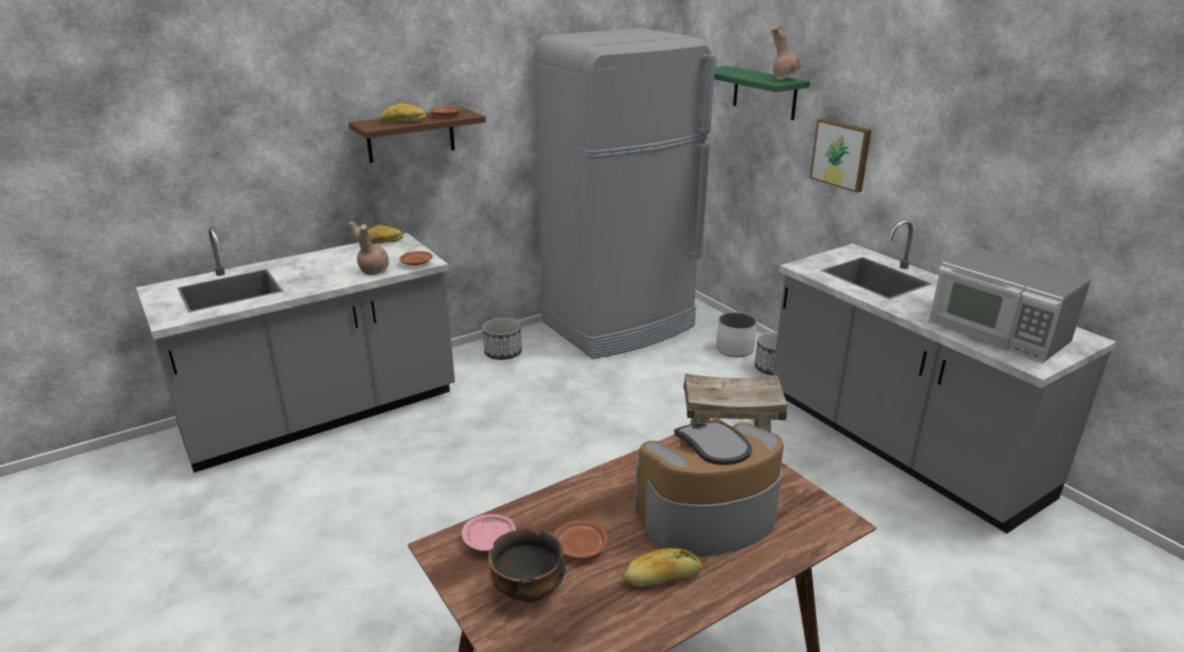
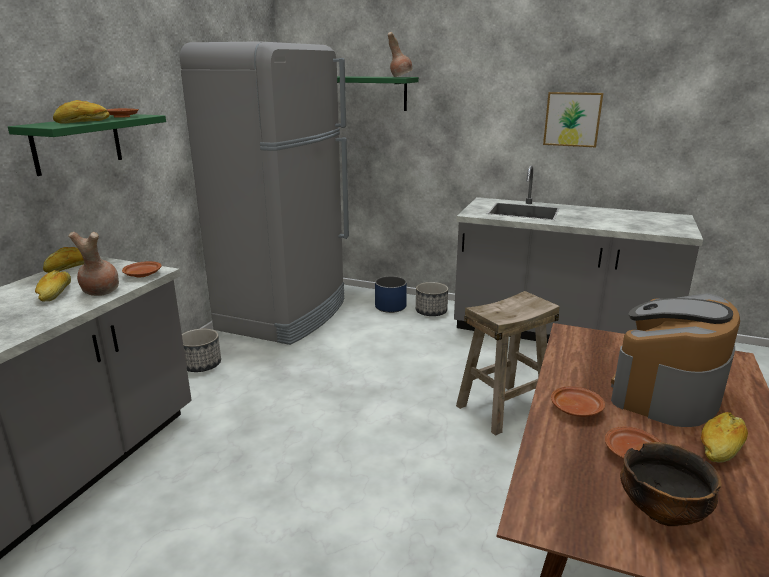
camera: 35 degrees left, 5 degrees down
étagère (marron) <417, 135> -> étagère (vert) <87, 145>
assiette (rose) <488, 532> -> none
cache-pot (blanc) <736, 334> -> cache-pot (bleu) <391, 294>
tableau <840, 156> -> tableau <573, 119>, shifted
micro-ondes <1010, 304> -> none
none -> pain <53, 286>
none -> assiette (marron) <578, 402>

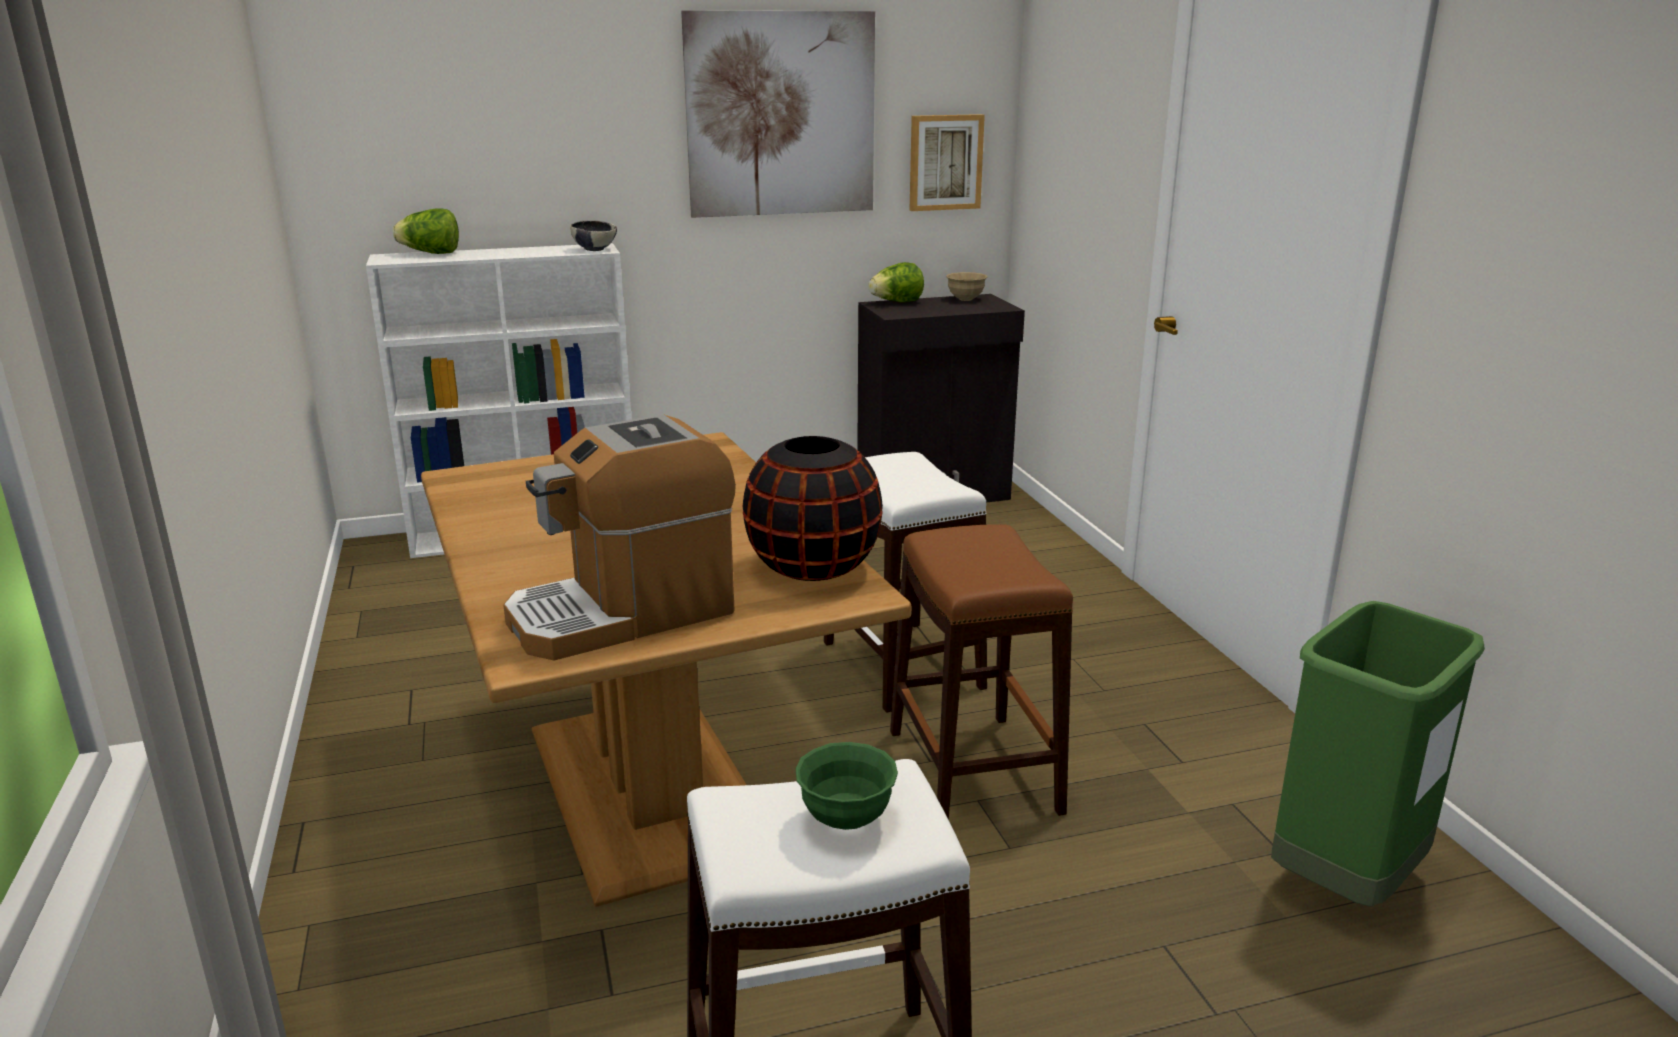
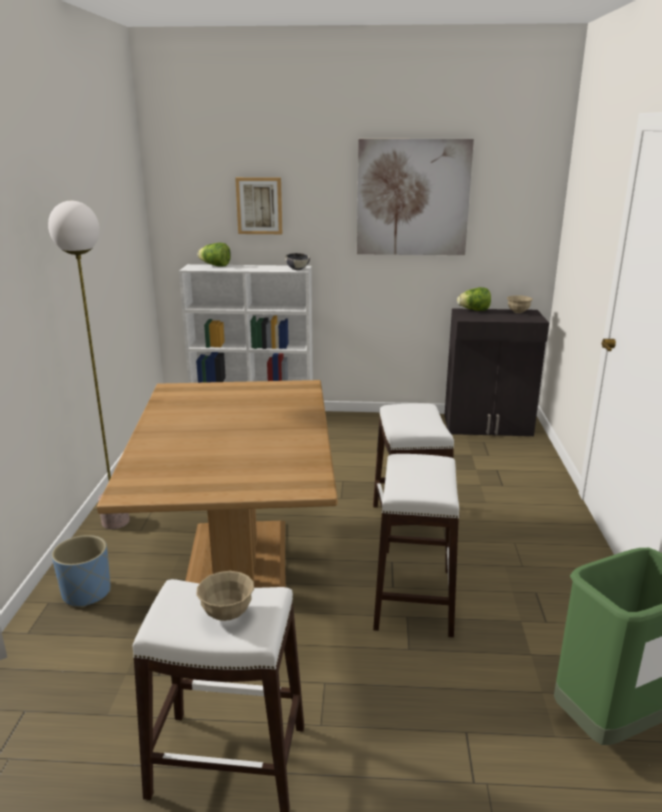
camera: 20 degrees right, 0 degrees up
machine à café <619, 537> -> none
vase (noir) <813, 508> -> none
bol (vert) <847, 786> -> bol (beige) <225, 596>
tabouret (marron) <981, 672> -> tabouret (blanc) <416, 545>
tableau <947, 162> -> tableau <258, 205>, shifted
none -> lampadaire <89, 365>
none -> cache-pot (bleu) <81, 571>

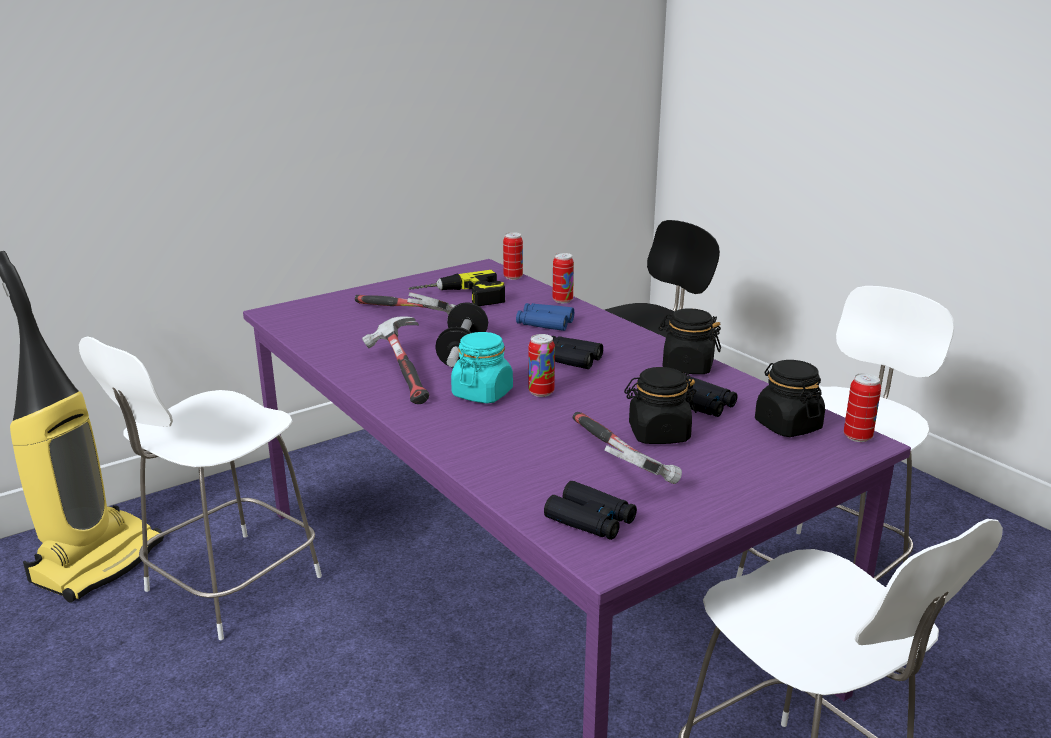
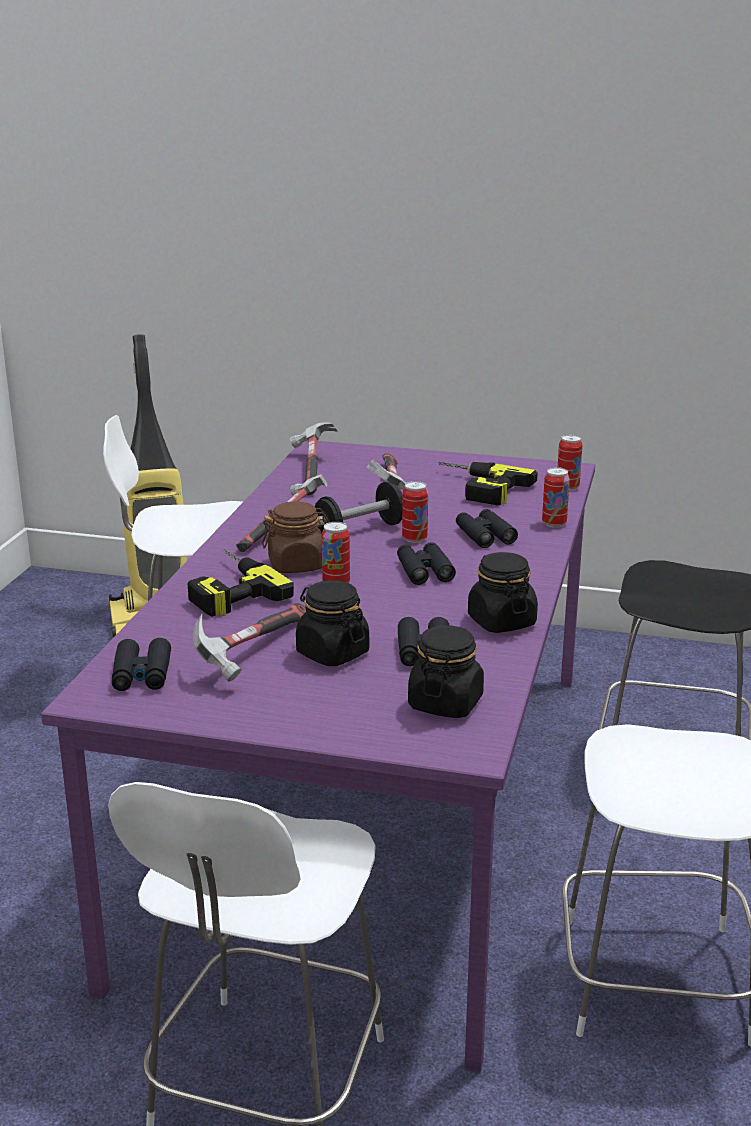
camera: 50 degrees right, 0 degrees up
bocal (turquoise) <482, 367> -> bocal (marron) <295, 537>
jumelles (bleu) <545, 317> -> jumelles (noir) <487, 528>
boîte métallique <862, 407> -> boîte métallique <415, 512>, shifted
none -> perceuse <241, 583>
none -> marteau <314, 458>

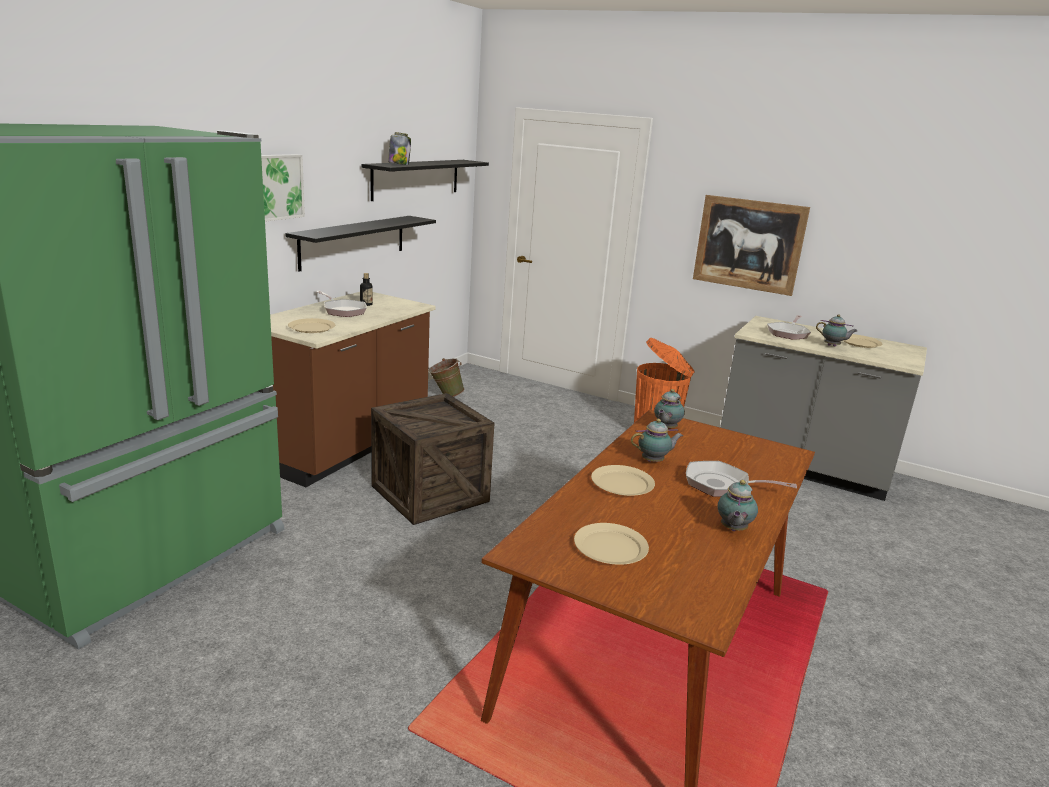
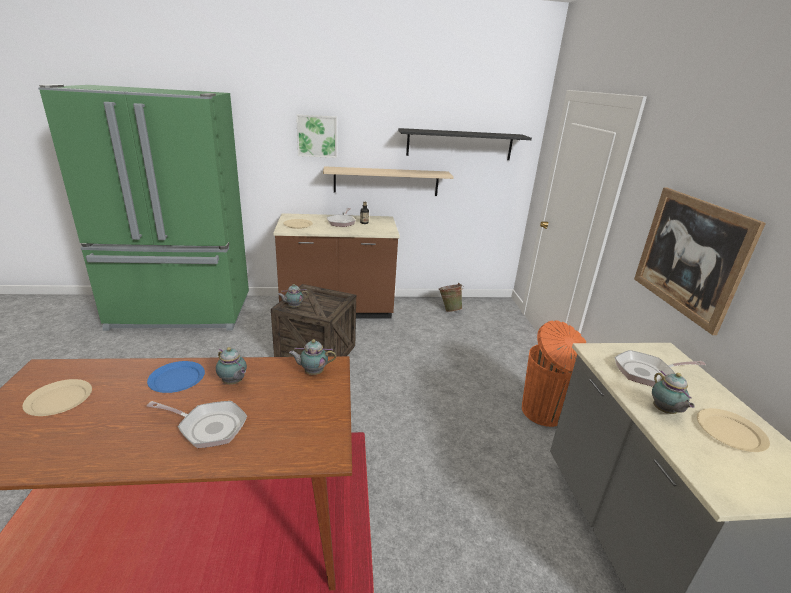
camera: 55 degrees right, 5 degrees up
étagère (noir) <361, 244> -> étagère (beige) <388, 181>
bocal <399, 148> -> none
assiette (beige) <623, 480> -> assiette (bleu) <176, 377>
poêle <741, 479> -> poêle <197, 424>, 120 degrees clockwise
théière <738, 505> -> théière <293, 295>, shifted

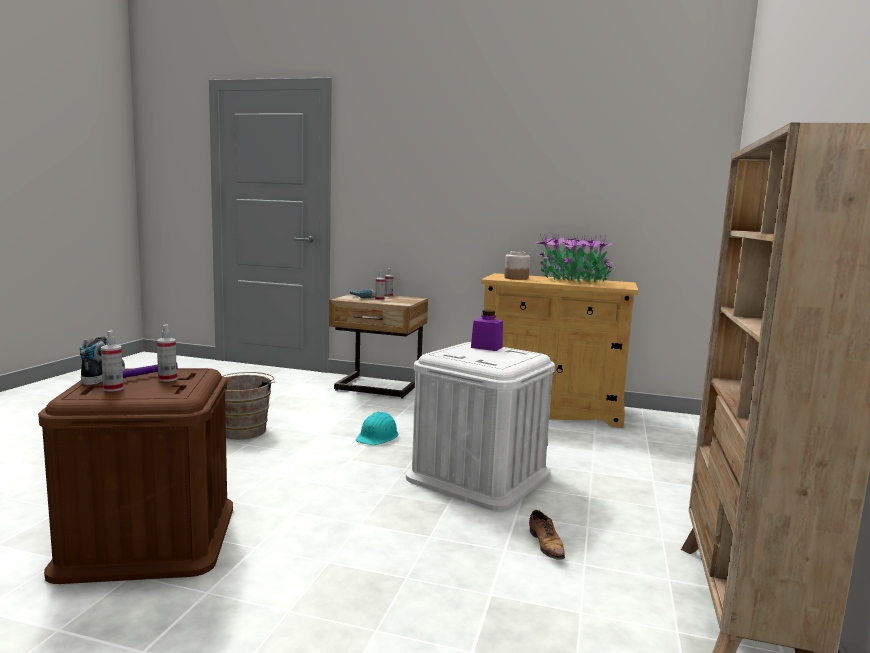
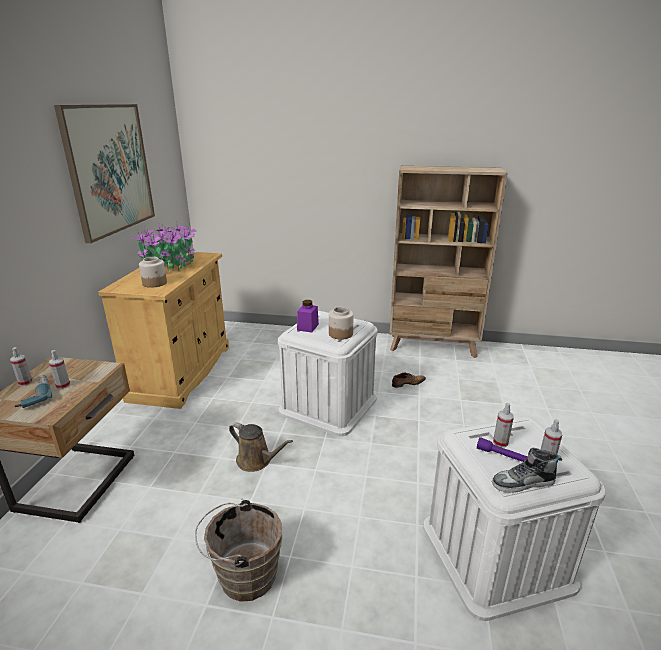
camera: 95 degrees left, 15 degrees up
boîte de rangement (marron) <135, 476> -> boîte de rangement (blanc) <514, 519>
casque de chantier (turquoise) <377, 428> -> arrosoir (marron) <261, 447>
none -> tableau <104, 173>
none -> bocal <341, 323>

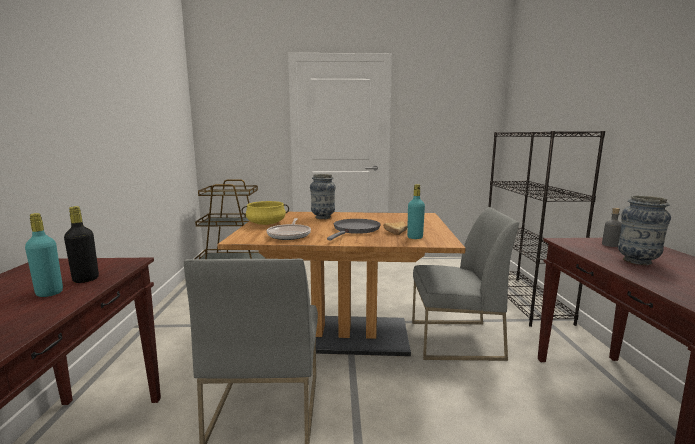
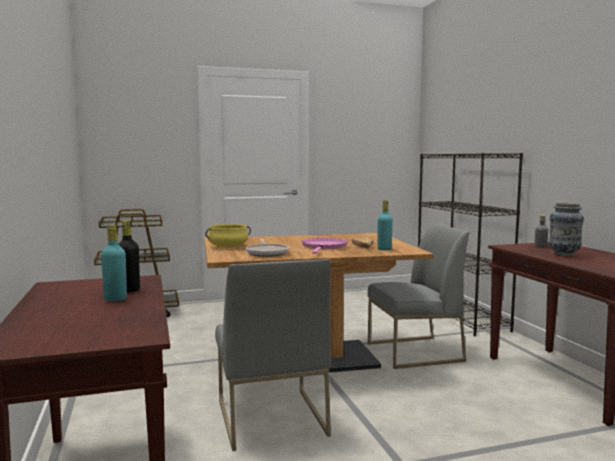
camera: 15 degrees left, 5 degrees down
vase <323, 196> -> none
poêle (gris) <354, 229> -> poêle (rose) <325, 246>

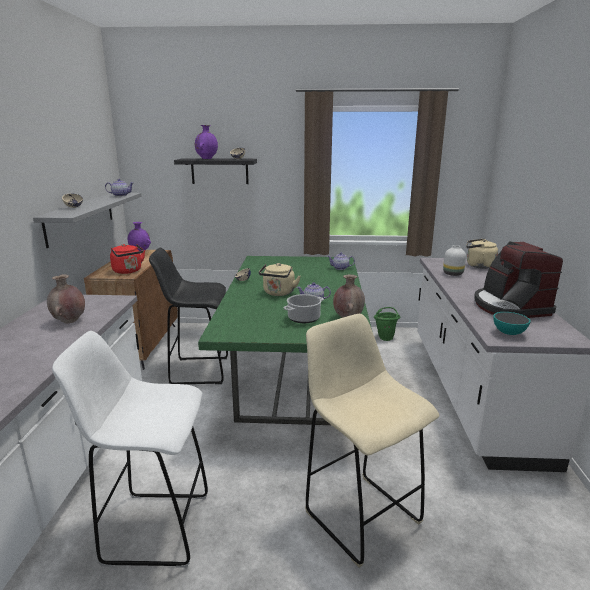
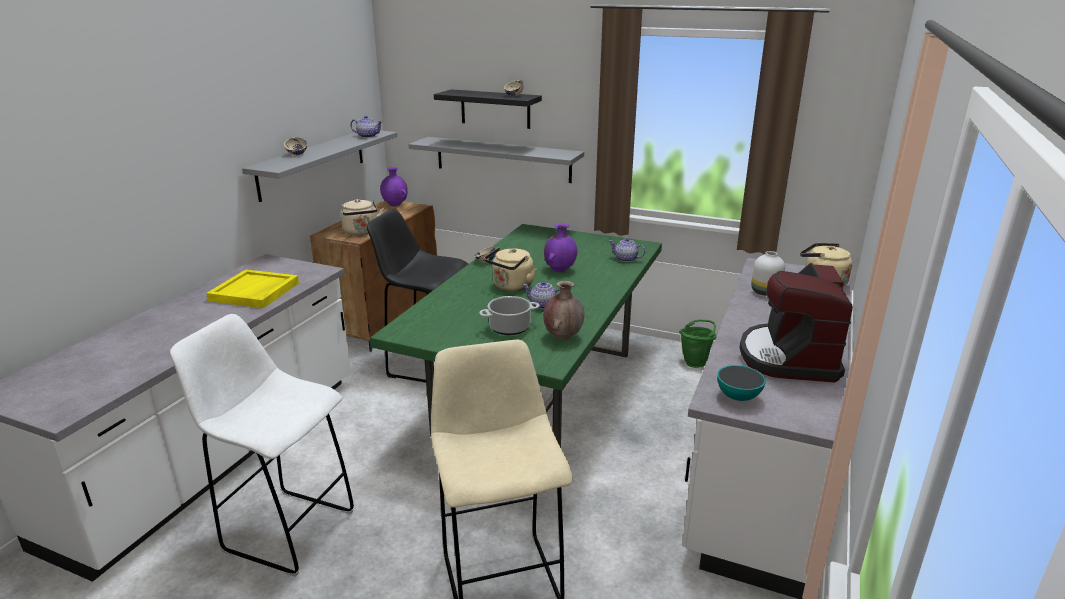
camera: 20 degrees right, 5 degrees up
vase (marron) <66, 299> -> plateau (jaune) <252, 288>
bouilloire (rouge) <127, 259> -> bouilloire (beige) <362, 217>
vase (violet) <206, 142> -> vase (violet) <560, 247>, shifted
none -> étagère (gris) <496, 160>

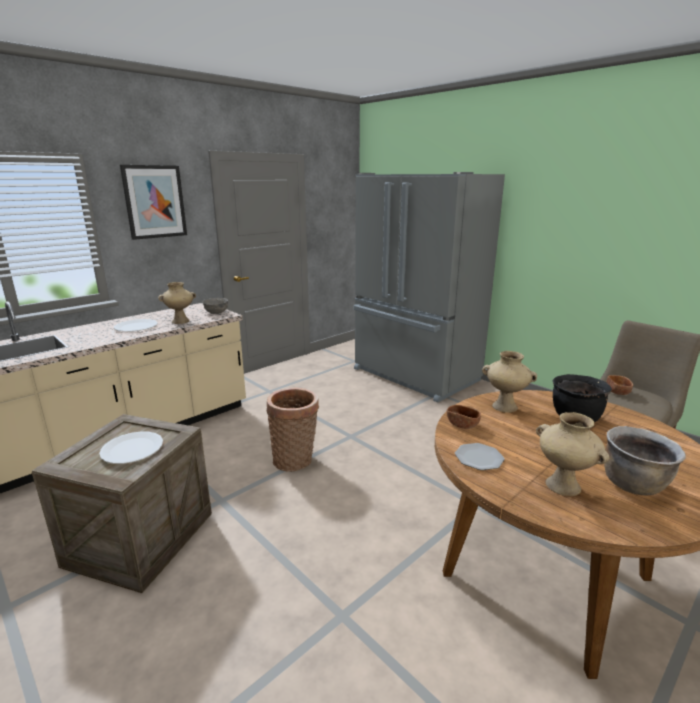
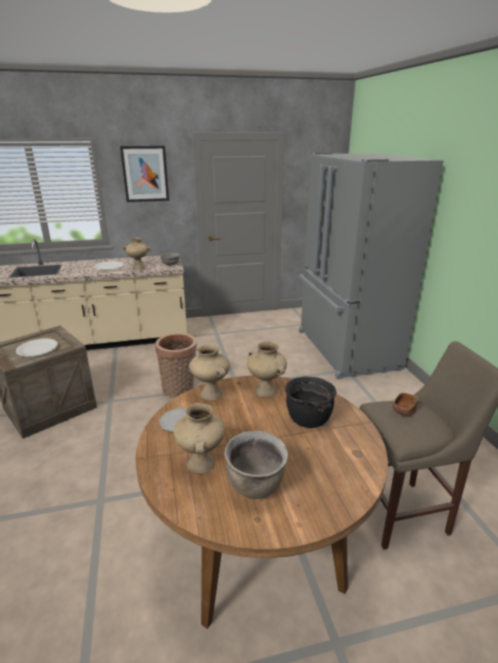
camera: 30 degrees right, 5 degrees up
bol (marron) <464, 417> -> vase (beige) <209, 372>

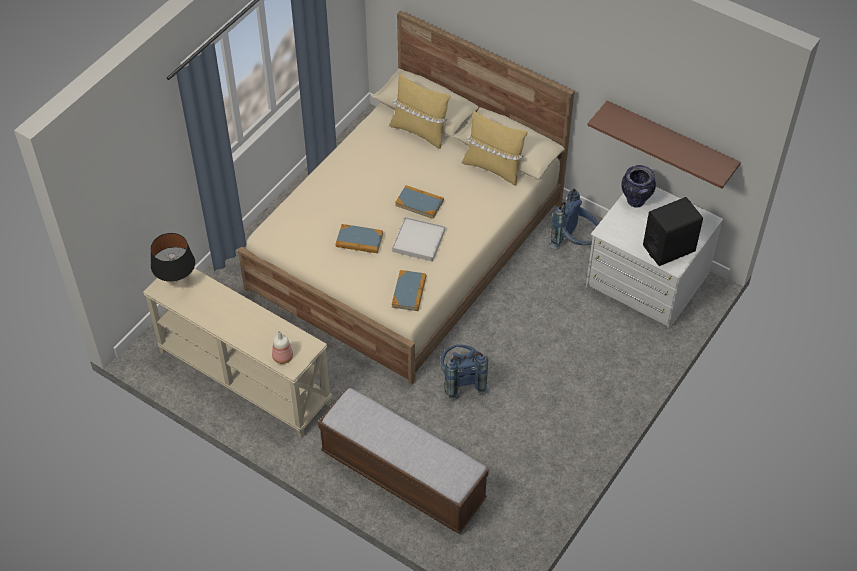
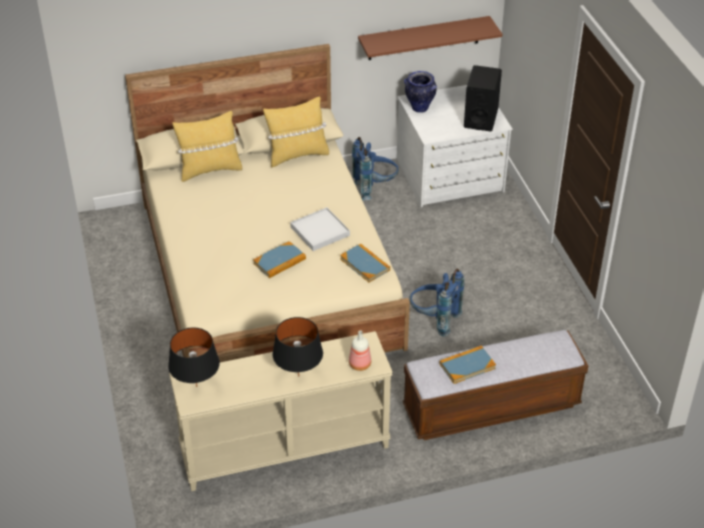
camera: 50 degrees left, 10 degrees down
livre <419, 202> -> livre <468, 364>, shifted
none -> lampe de table (noir) <297, 347>

